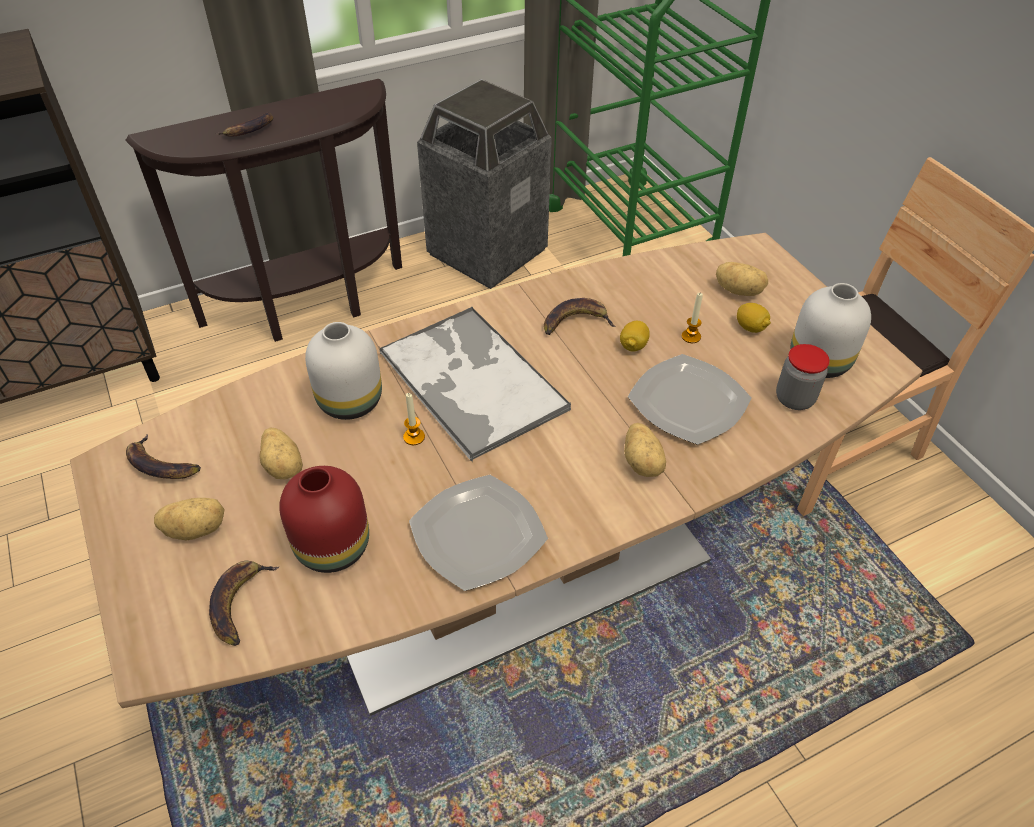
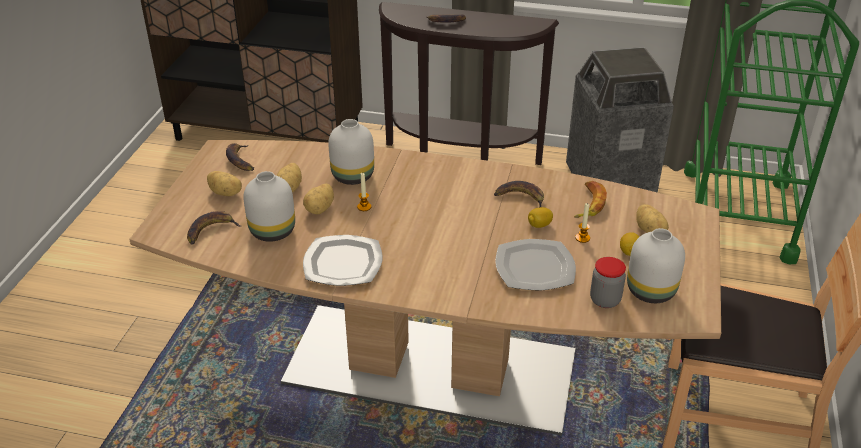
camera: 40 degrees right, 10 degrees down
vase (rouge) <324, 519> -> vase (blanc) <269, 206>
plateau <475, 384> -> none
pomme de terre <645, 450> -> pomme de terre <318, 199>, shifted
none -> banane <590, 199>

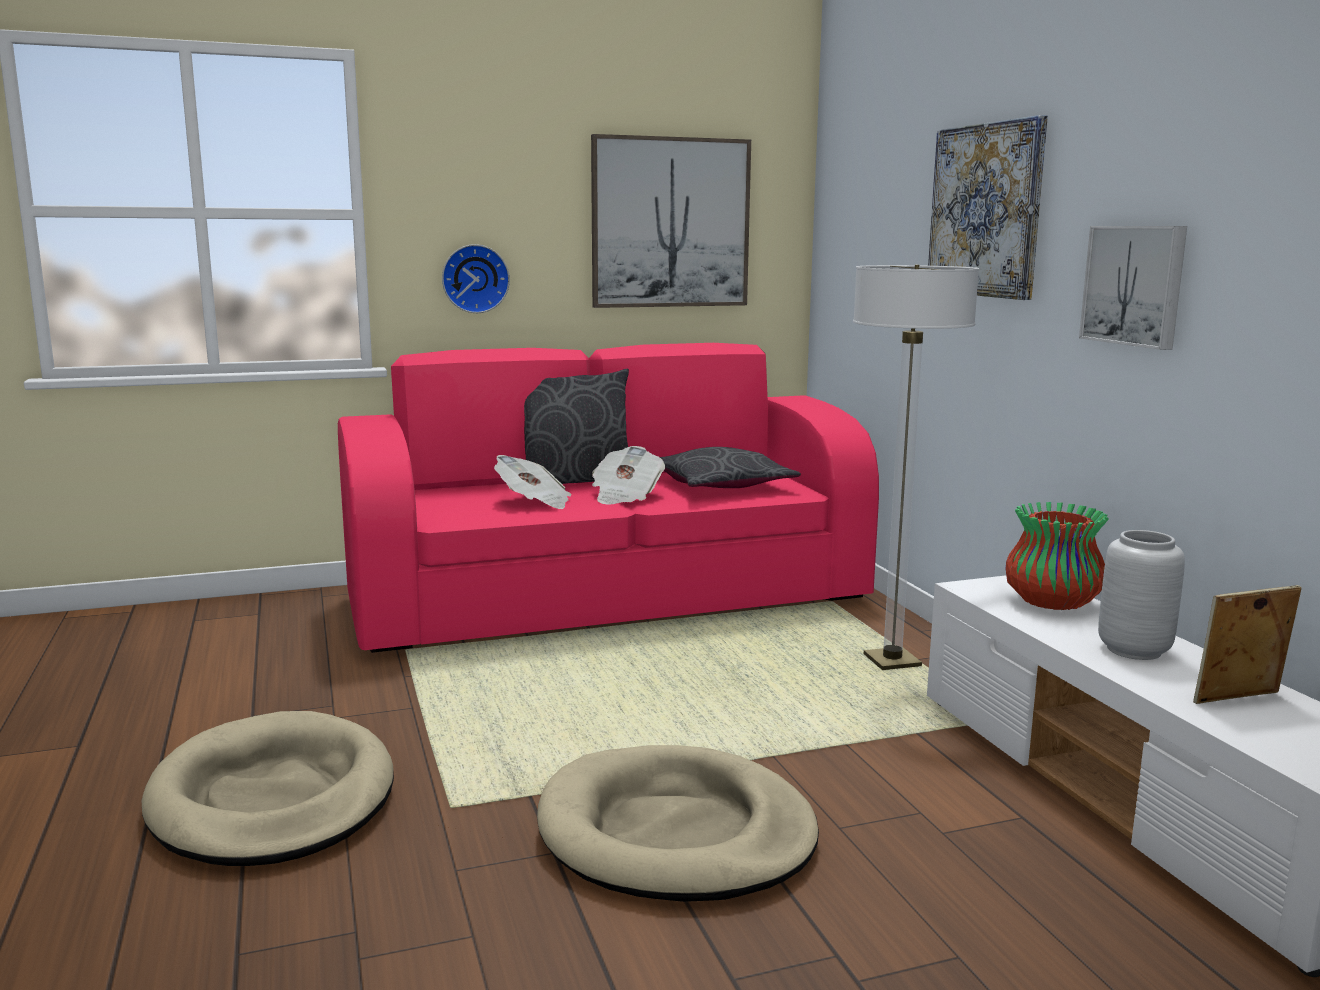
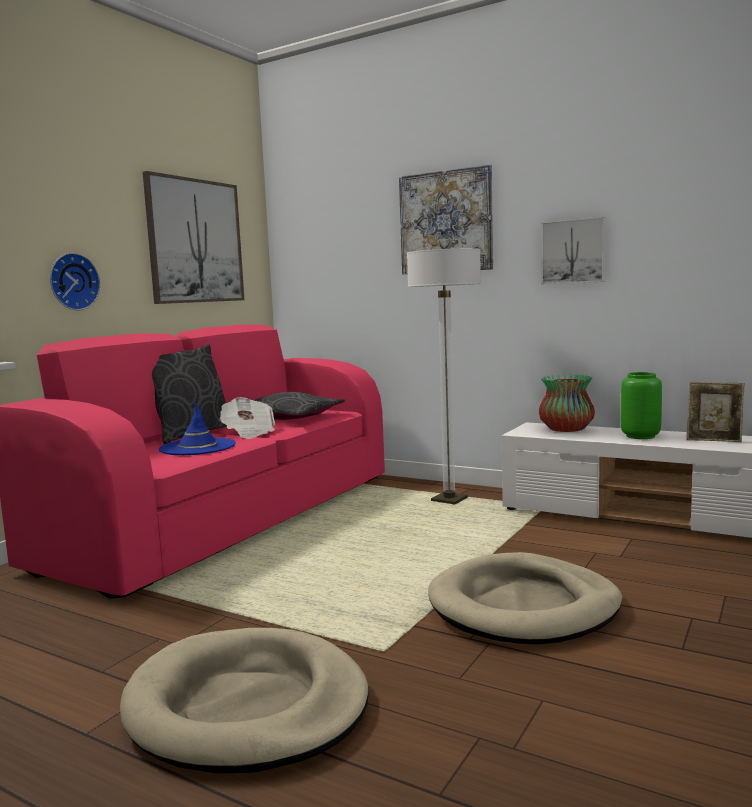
camera: 40 degrees left, 5 degrees down
journal <532, 482> -> chapeau (bleu) <197, 428>
vase (gris) <1141, 595> -> vase (vert) <641, 405>
cadre photo <1247, 644> -> cadre photo <715, 411>, 105 degrees counterclockwise

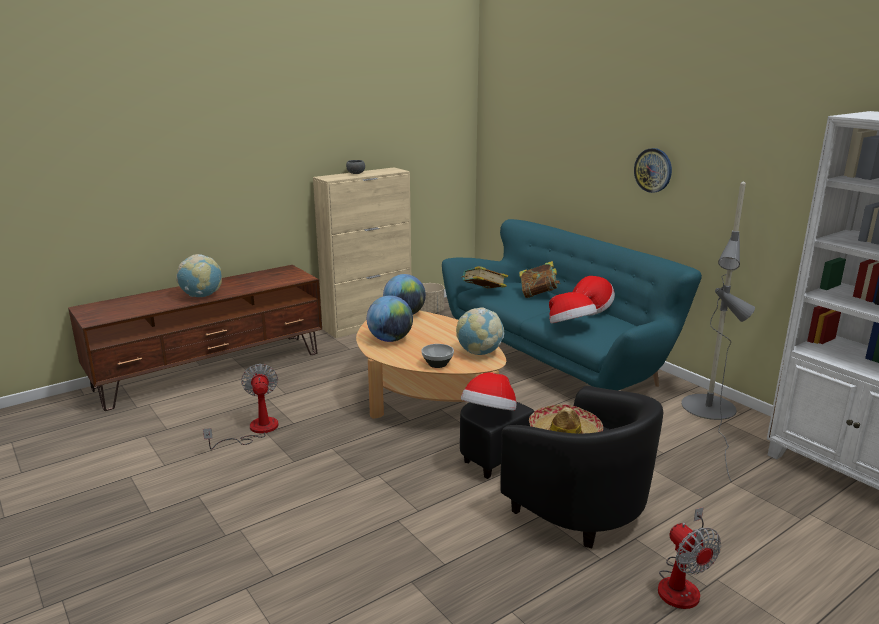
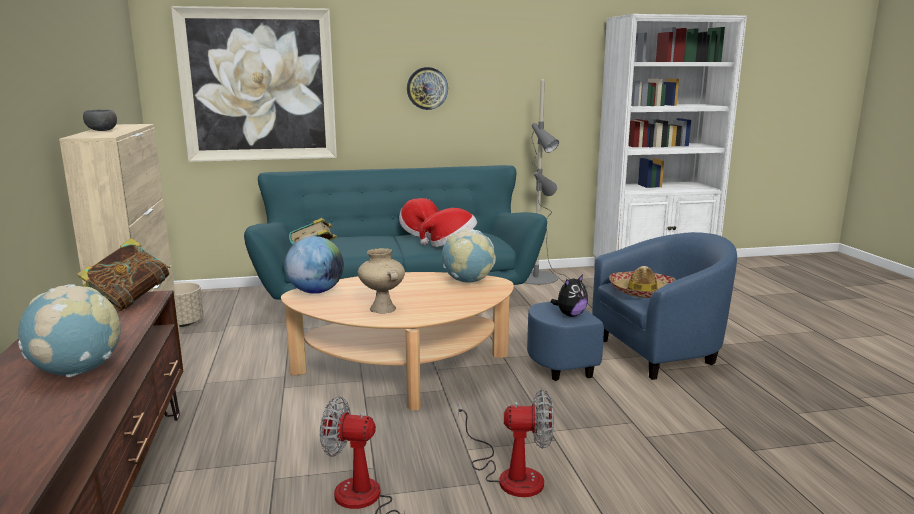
camera: 65 degrees left, 5 degrees down
globe <390, 319> -> vase (beige) <381, 281>
bol <437, 356> -> none
fauteuil (noir) <562, 467> -> fauteuil (bleu) <632, 306>
chapeau <489, 391> -> peluche <569, 295>
livre <540, 279> -> livre <123, 274>, shifted
ventilateur <689, 558> -> ventilateur <506, 443>, shifted
none -> tableau <254, 84>

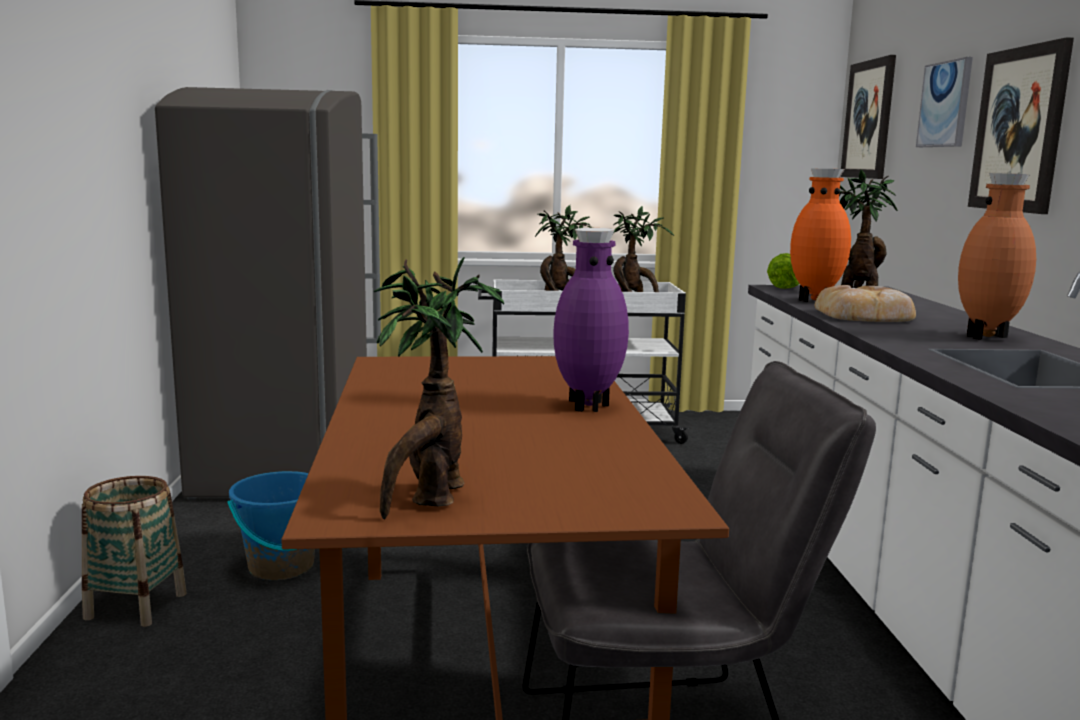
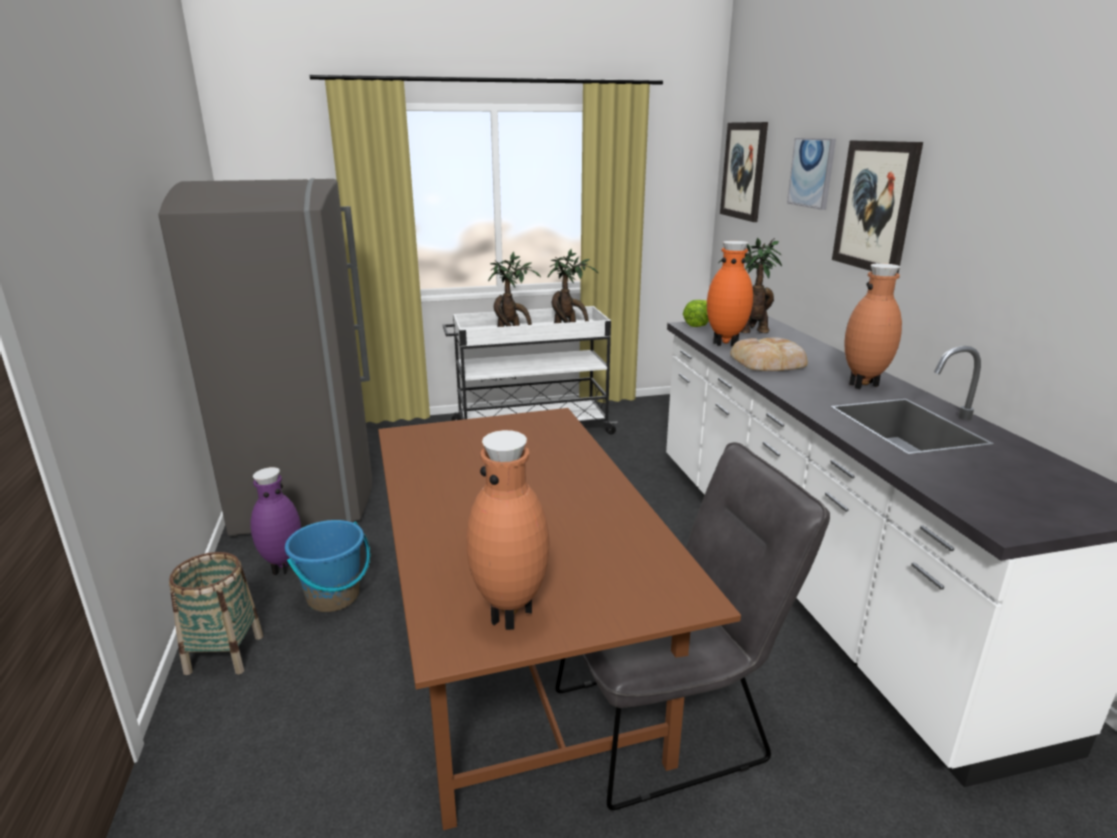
camera: 10 degrees left, 10 degrees up
plante en pot <439, 388> -> vase (marron) <507, 530>
vase (violet) <591, 320> -> vase (violet) <275, 521>, shifted

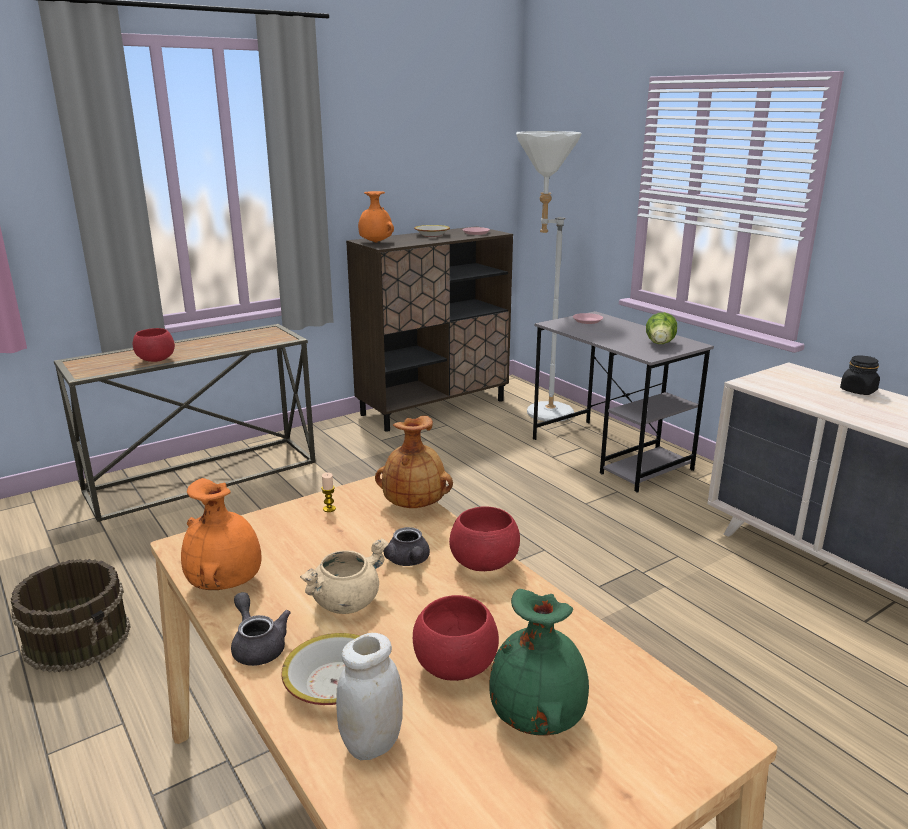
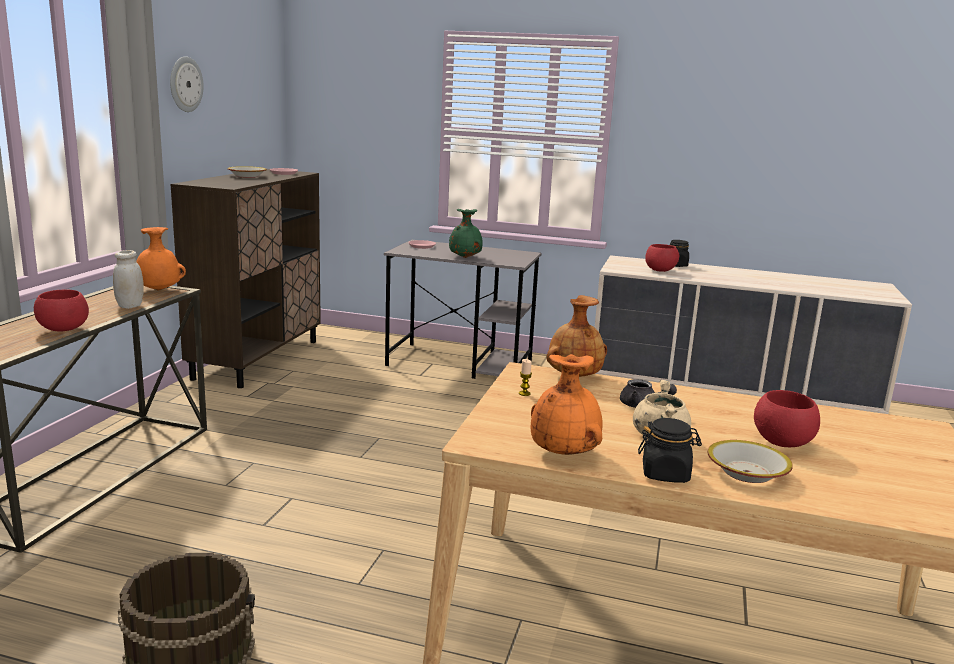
camera: 40 degrees left, 5 degrees down
théière (gris) <261, 629> -> bocal (noir) <670, 450>
bocal (blanc) <369, 696> -> bocal (blanc) <128, 279>, shifted
vase (orange) <376, 217> -> vase (orange) <161, 258>, shifted
bol (rouge) <484, 538> -> bol (rouge) <662, 258>, shifted
vase (vert) <539, 662> -> vase (vert) <466, 233>, shifted
lampadaire (blanc) <549, 276> -> none
laitue <661, 328> -> none
none -> horloge murale <187, 84>

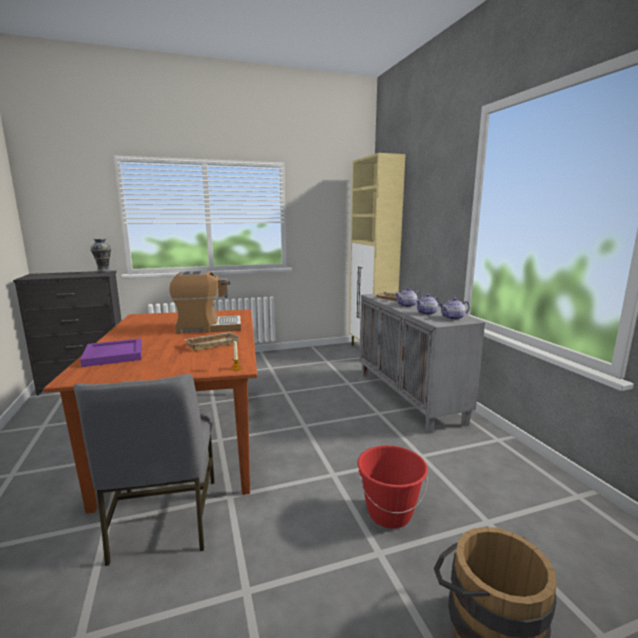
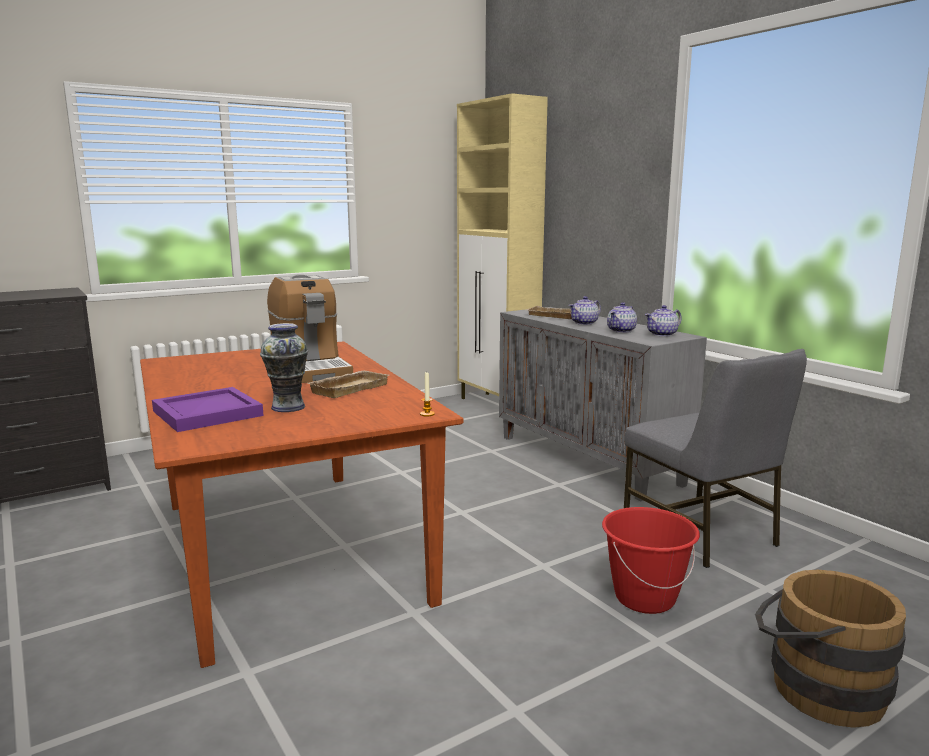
camera: 15 degrees left, 0 degrees up
chaise (gris) <144, 470> -> chaise (gris) <715, 458>, shifted
vase <100, 256> -> vase <284, 367>, shifted
machine à café <205, 302> -> machine à café <310, 329>, 90 degrees clockwise

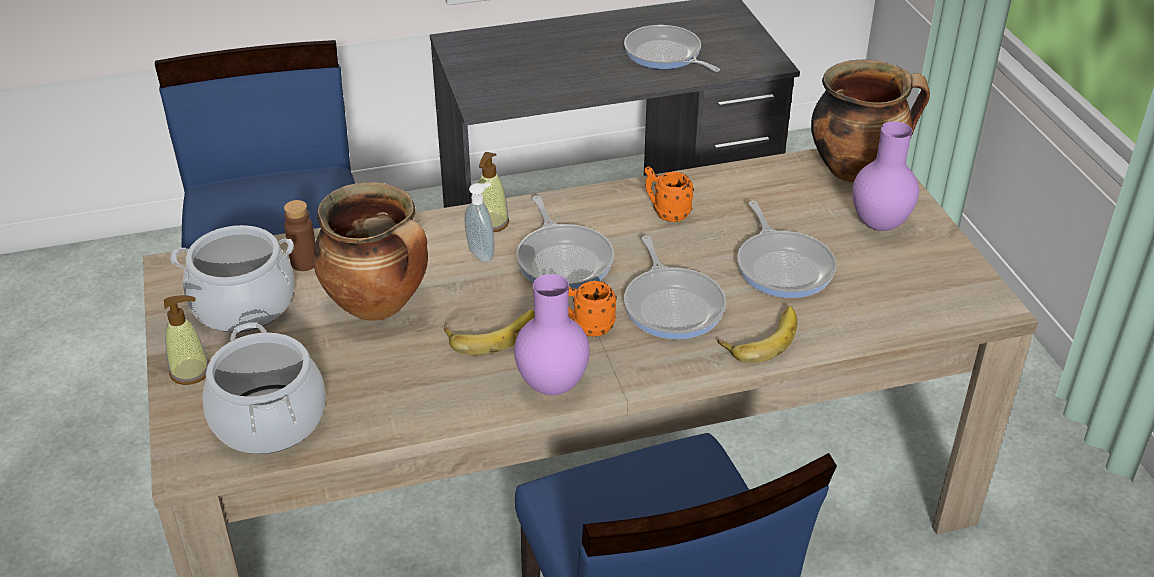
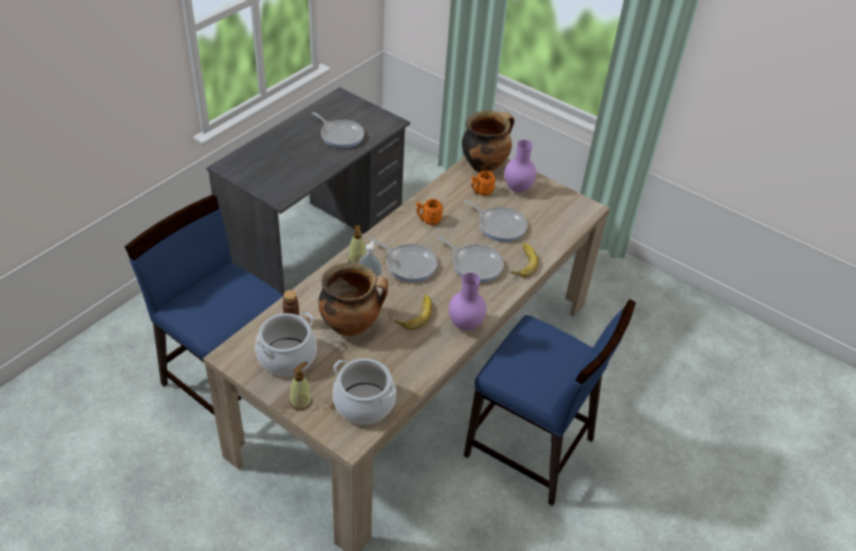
camera: 40 degrees left, 5 degrees up
mug (orange) <592, 309> -> mug (orange) <483, 183>, shifted
poêle <672, 48> -> poêle <338, 130>, 150 degrees counterclockwise

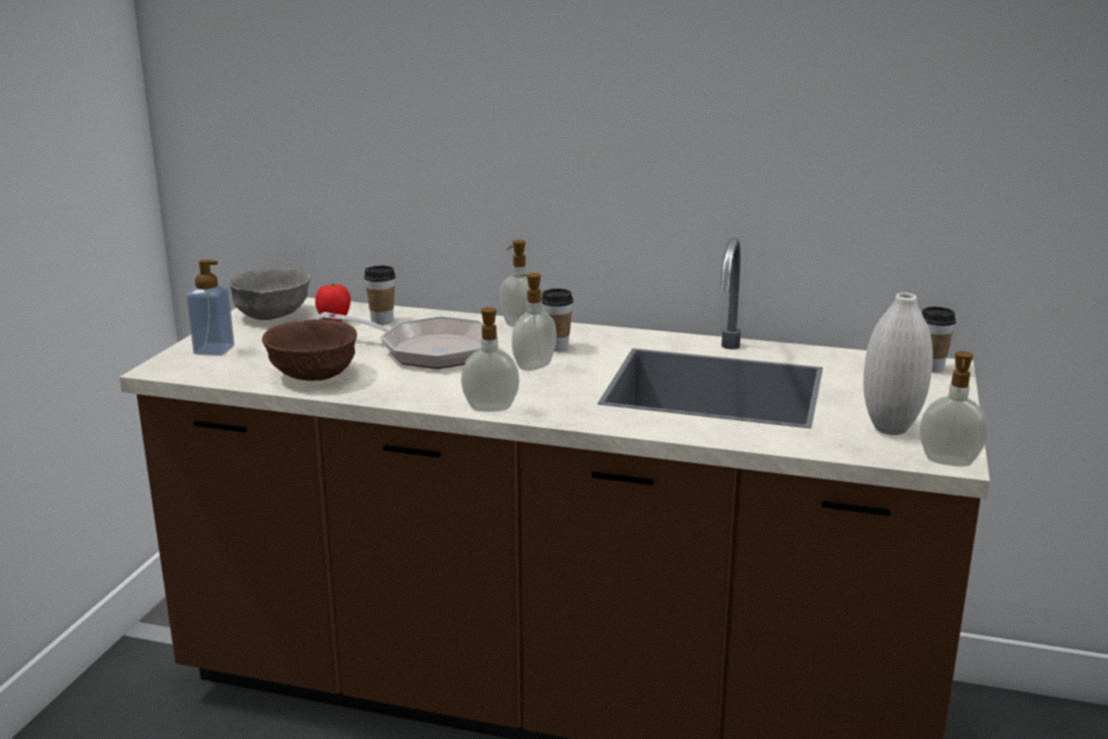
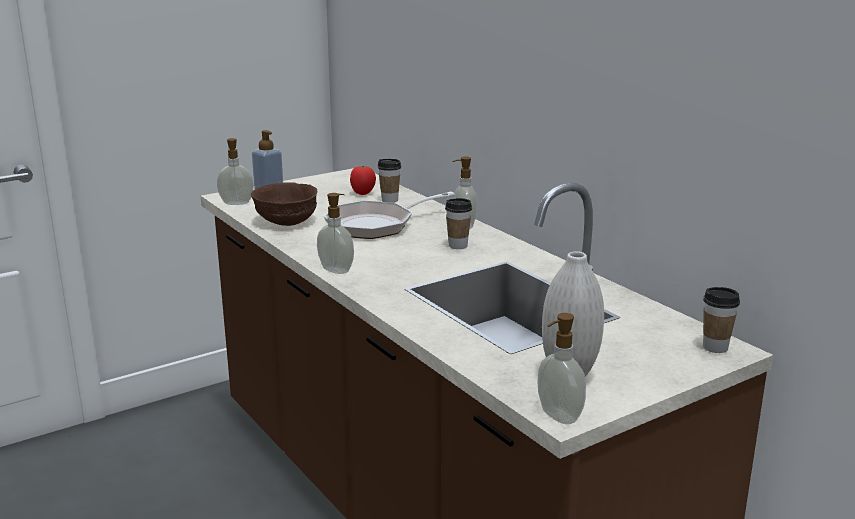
camera: 40 degrees right, 0 degrees up
bol (gris) <269, 294> -> none
poêle <401, 340> -> poêle <389, 215>, 90 degrees clockwise
distributeur de savon <534, 322> -> distributeur de savon <235, 171>, shifted

